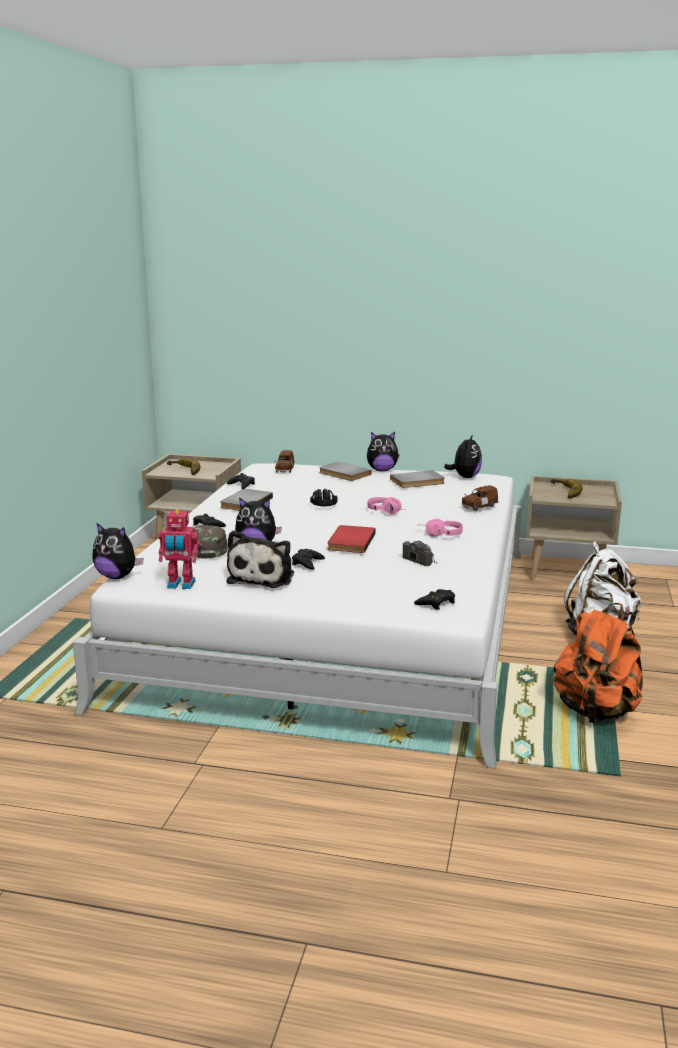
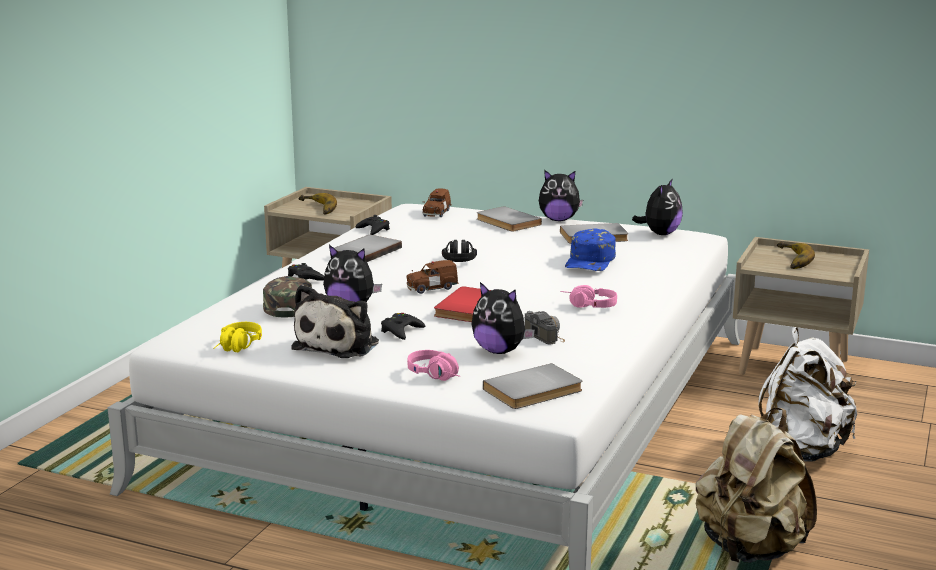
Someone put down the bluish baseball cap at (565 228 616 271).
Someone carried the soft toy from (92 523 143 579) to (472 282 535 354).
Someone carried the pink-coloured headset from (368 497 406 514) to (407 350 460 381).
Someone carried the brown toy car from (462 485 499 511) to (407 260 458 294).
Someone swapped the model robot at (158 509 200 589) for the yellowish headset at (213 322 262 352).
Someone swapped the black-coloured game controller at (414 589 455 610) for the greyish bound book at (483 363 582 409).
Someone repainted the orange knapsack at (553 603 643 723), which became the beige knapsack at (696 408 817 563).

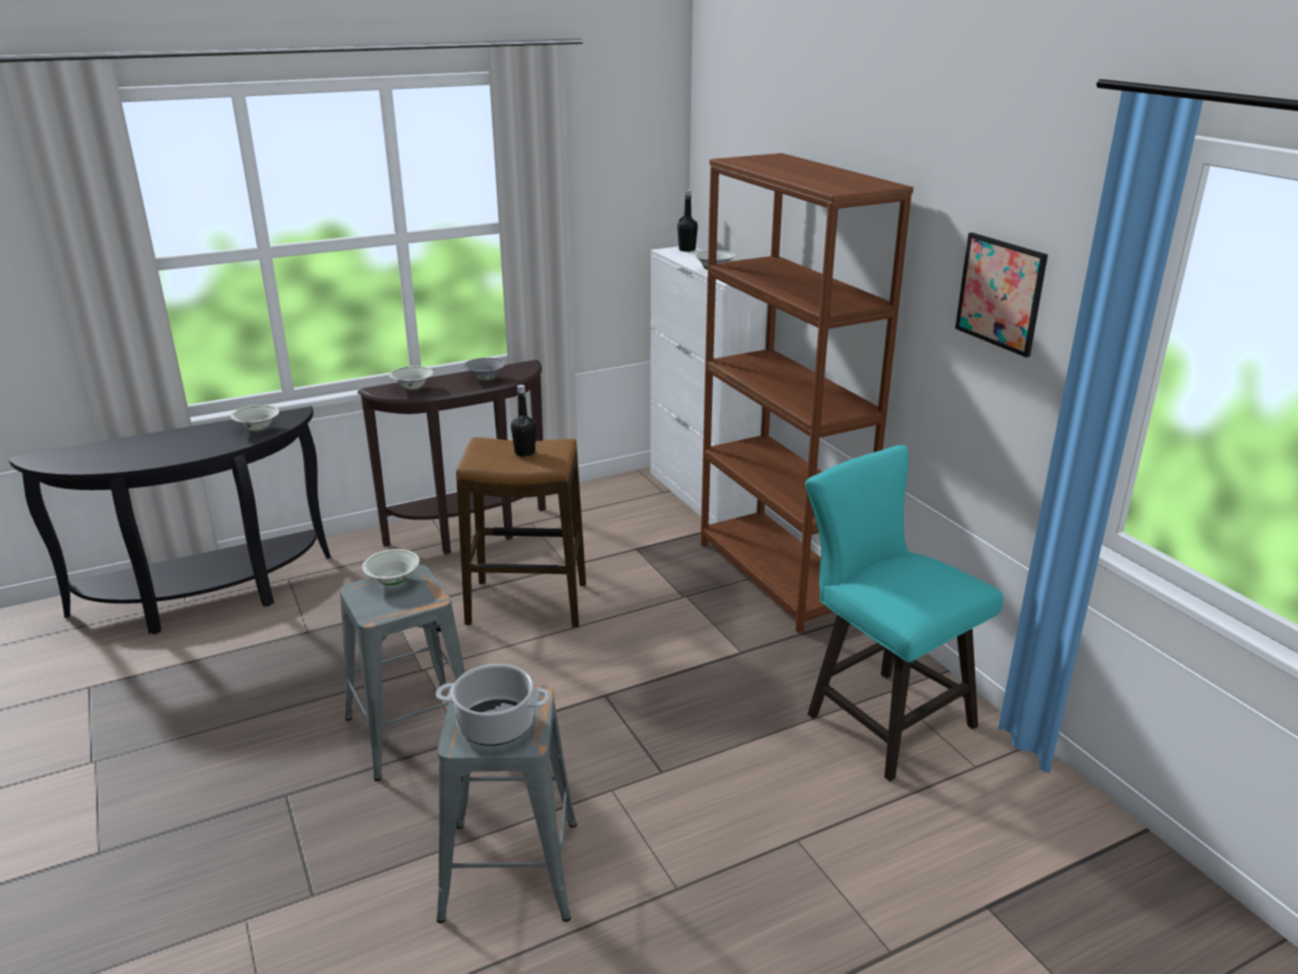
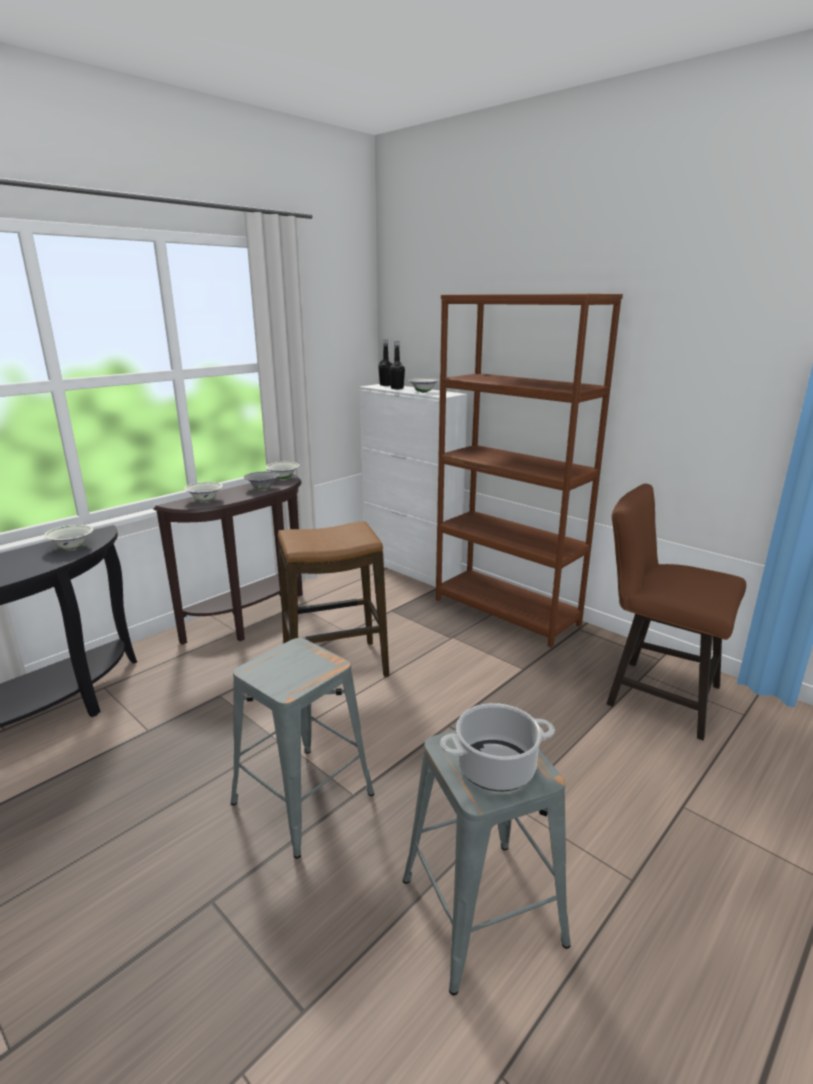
Someone took away the wall art at (955 233 1048 357).
Someone carried the white serving bowl from (362 549 419 586) to (266 462 300 479).
Someone carried the black-coloured drink bottle from (511 385 536 457) to (389 341 405 389).
Someone repainted the blue-green chair at (805 445 1004 781), which became the brown chair at (607 484 746 740).

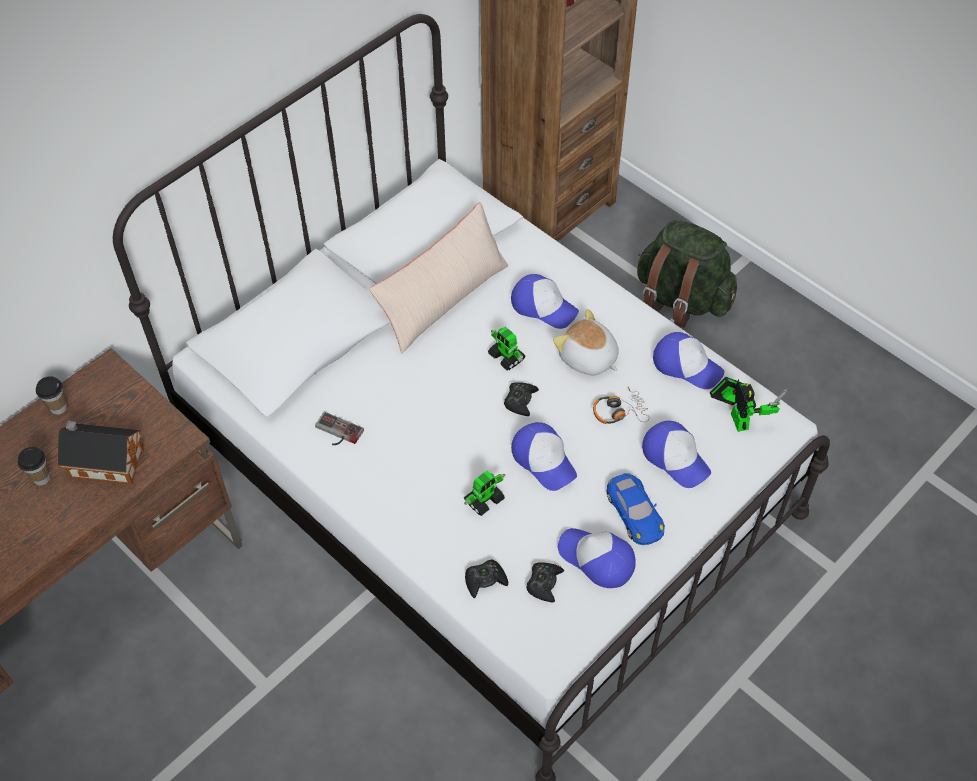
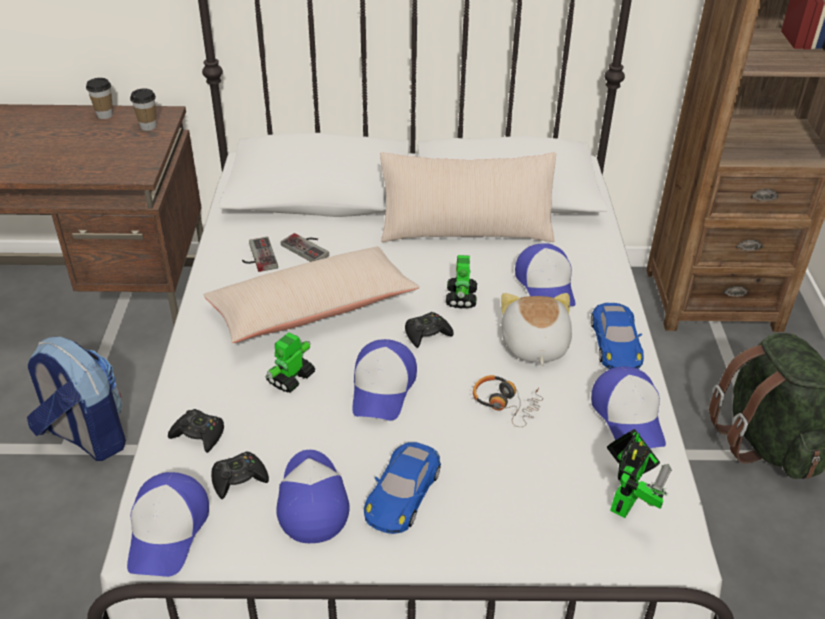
Someone took away the miniature house at (57 421 144 485).
Someone put down the knapsack at (27 337 126 461).
Someone put down the beige pillow at (204 247 420 343).
Someone put down the game controller at (281 233 329 262).
Someone put down the bluish toy car at (591 303 644 369).
Someone carried the drinking cup from (17 447 50 486) to (130 89 156 131).
Someone carried the baseball cap from (642 421 711 488) to (127 472 209 577).
Someone rotated the model robot at (464 470 505 516) by 120 degrees clockwise.

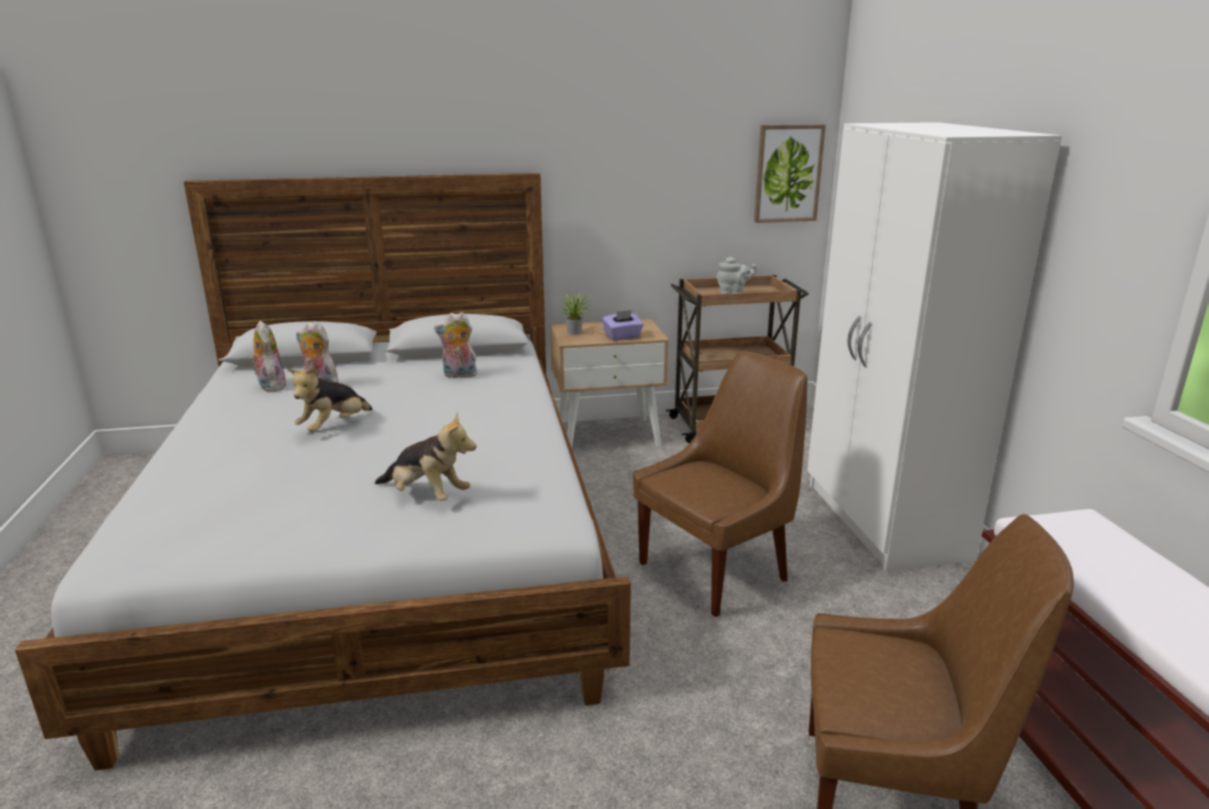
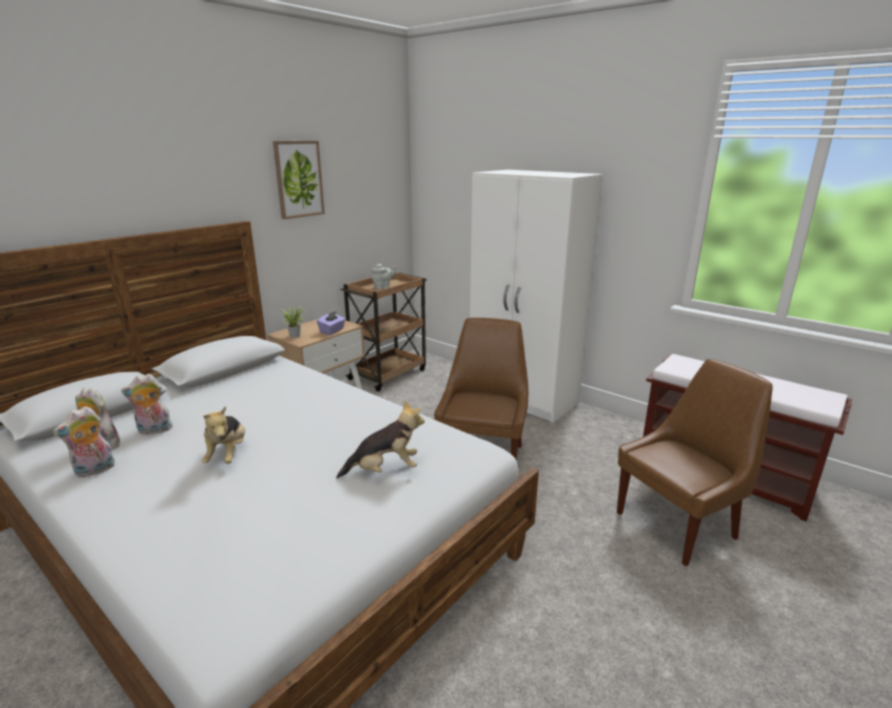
Someone carried the soft toy from (434 312 477 378) to (53 406 115 478).
Someone carried the wall art from (754 124 826 223) to (273 141 325 219).

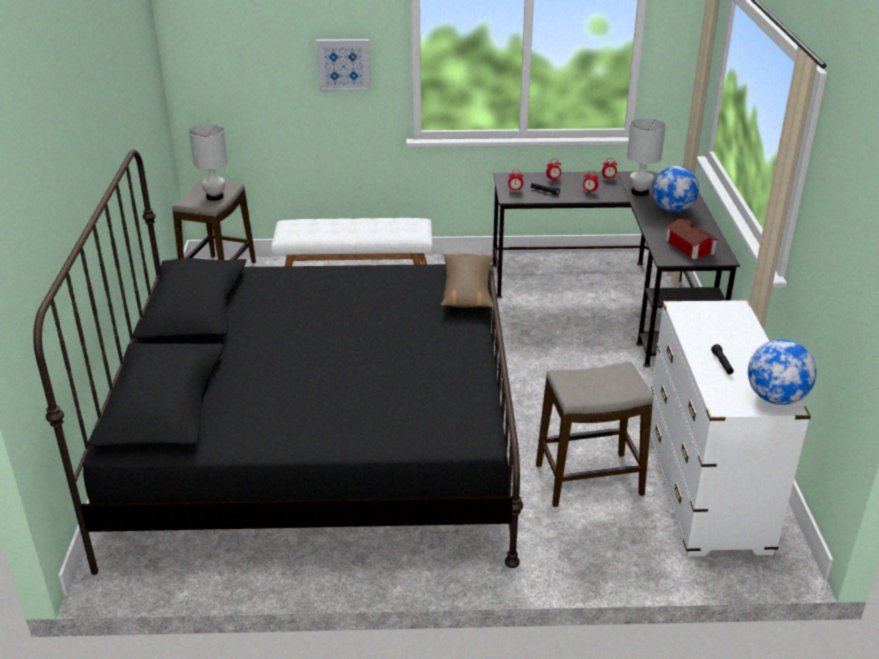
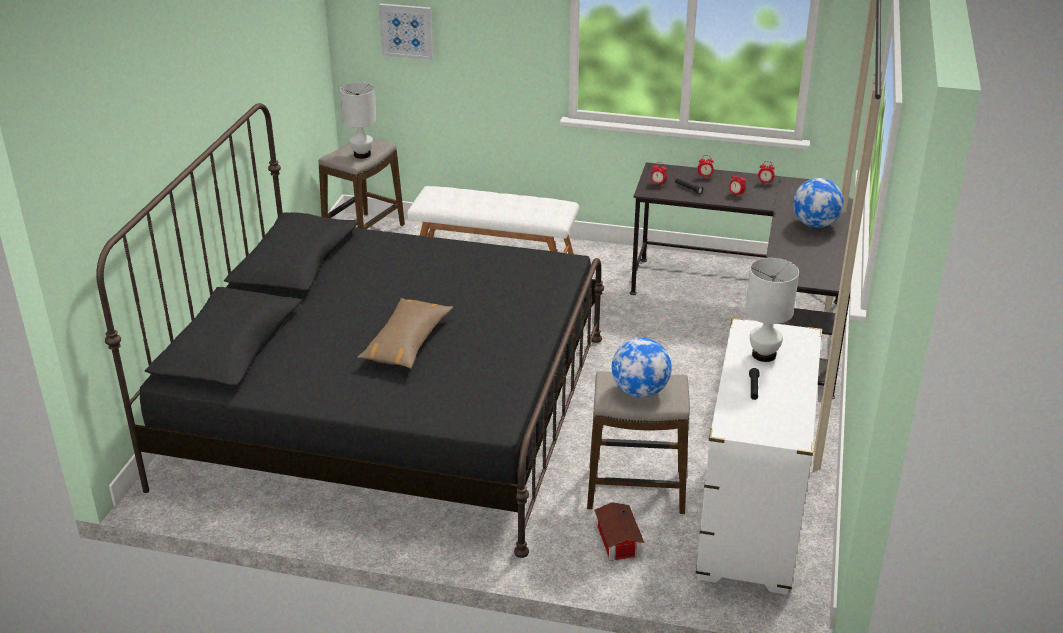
Someone carried the wall art from (316 39 371 92) to (379 3 433 60).
Someone carried the brown pillow from (440 253 494 308) to (358 298 453 369).
Someone carried the white tabletop lamp from (627 118 666 196) to (746 258 799 362).
Someone carried the miniature house from (666 219 719 259) to (594 502 644 561).
Someone carried the globe from (748 339 816 405) to (612 338 672 398).

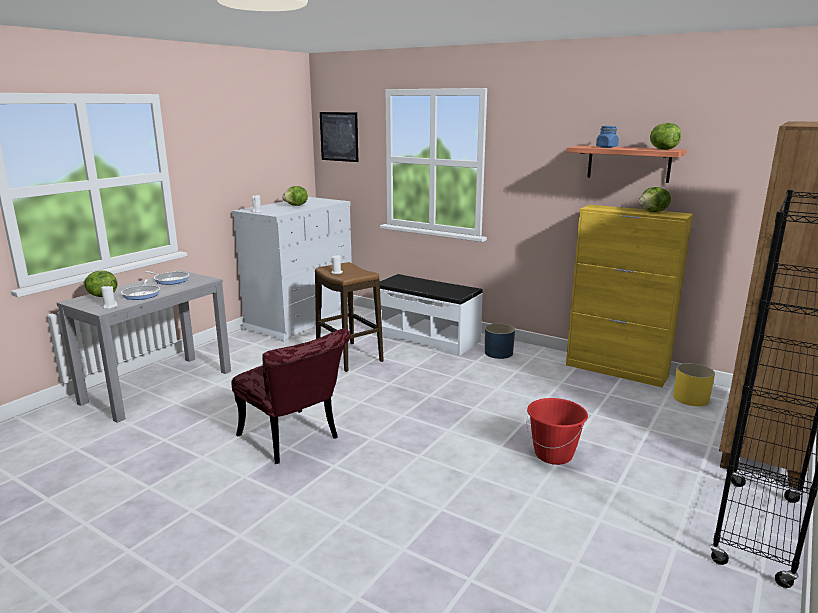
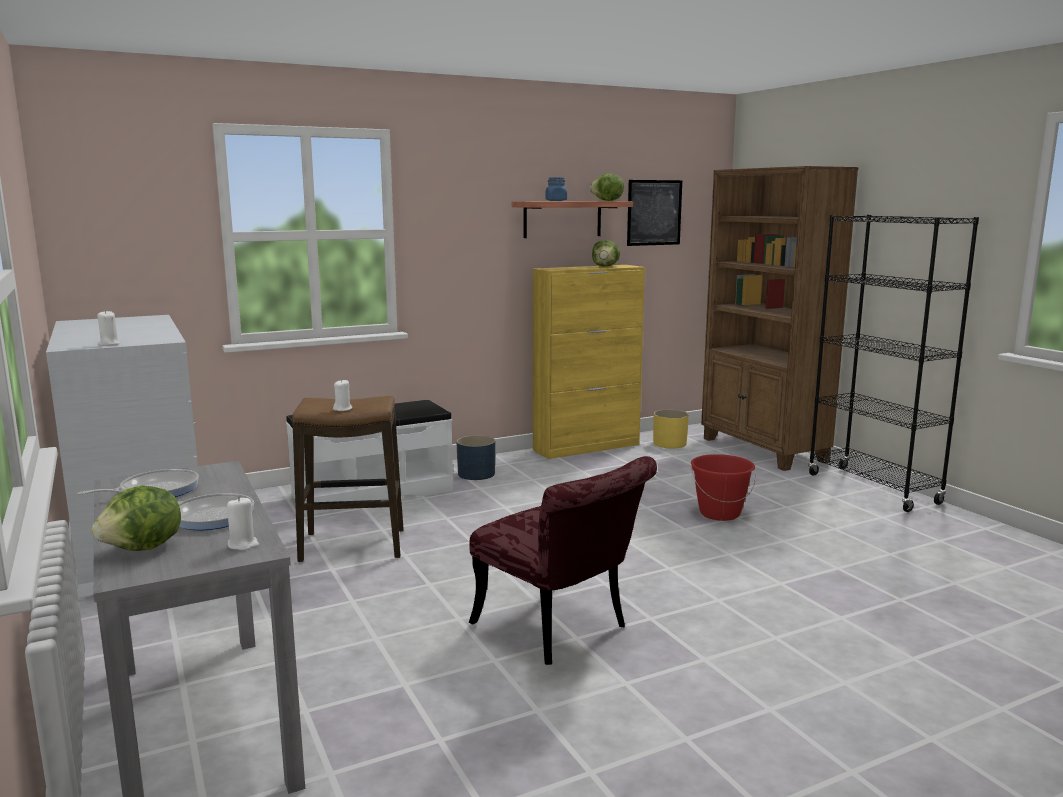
Someone took away the head of lettuce at (282 186 308 206).
Someone carried the wall art from (320 112 358 162) to (627 180 682 246).
Someone rotated the reddish chair at (231 329 350 464) by 60 degrees clockwise.

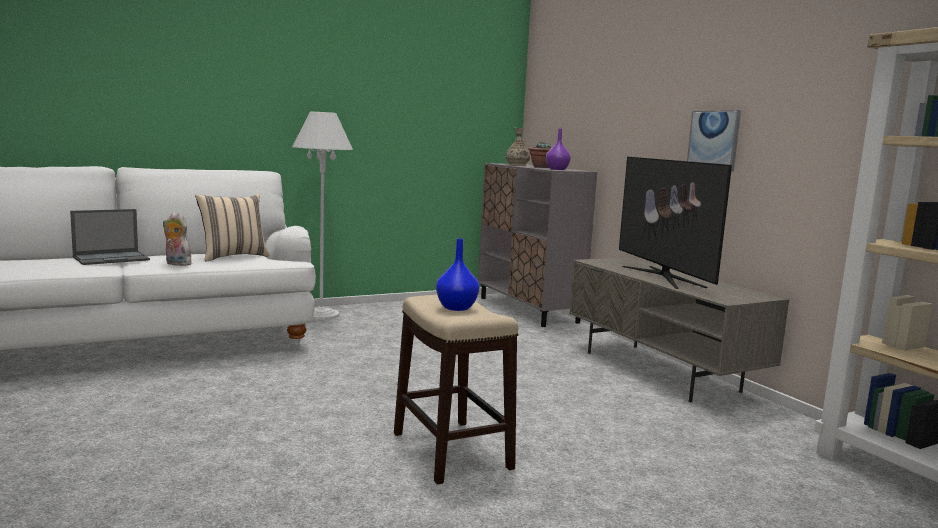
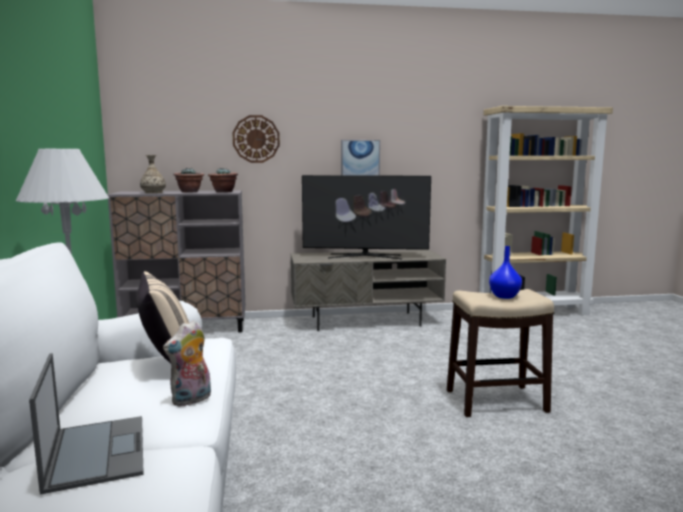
Someone put up the wall clock at (232 115 280 163).
Someone swapped the purple-coloured flower vase at (546 129 571 170) for the plant in a pot at (208 168 238 193).

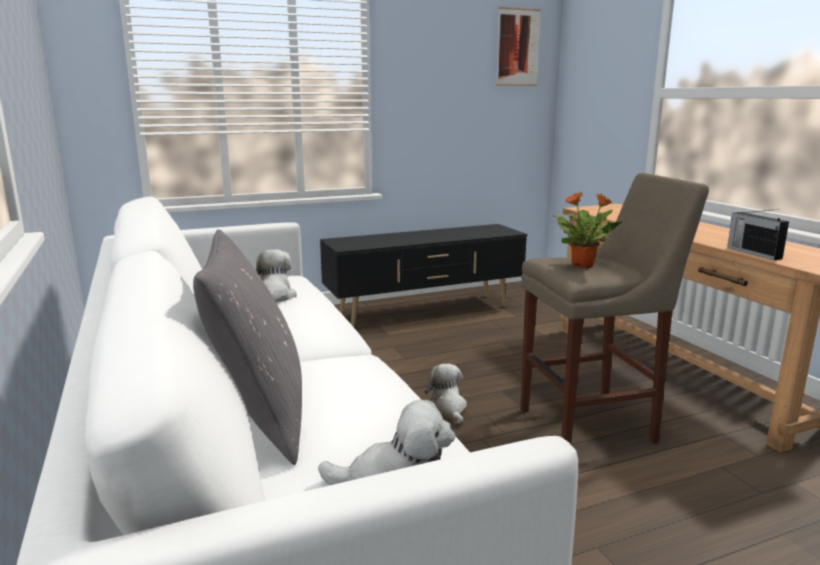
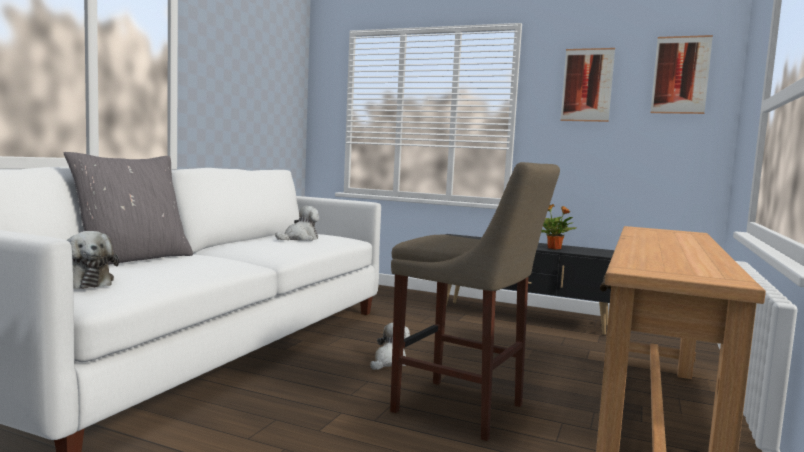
Someone took away the radio at (727 209 789 260).
Someone put up the wall art at (560 48 615 122).
Someone carried the plant in a pot from (553 192 622 268) to (541 204 576 249).

